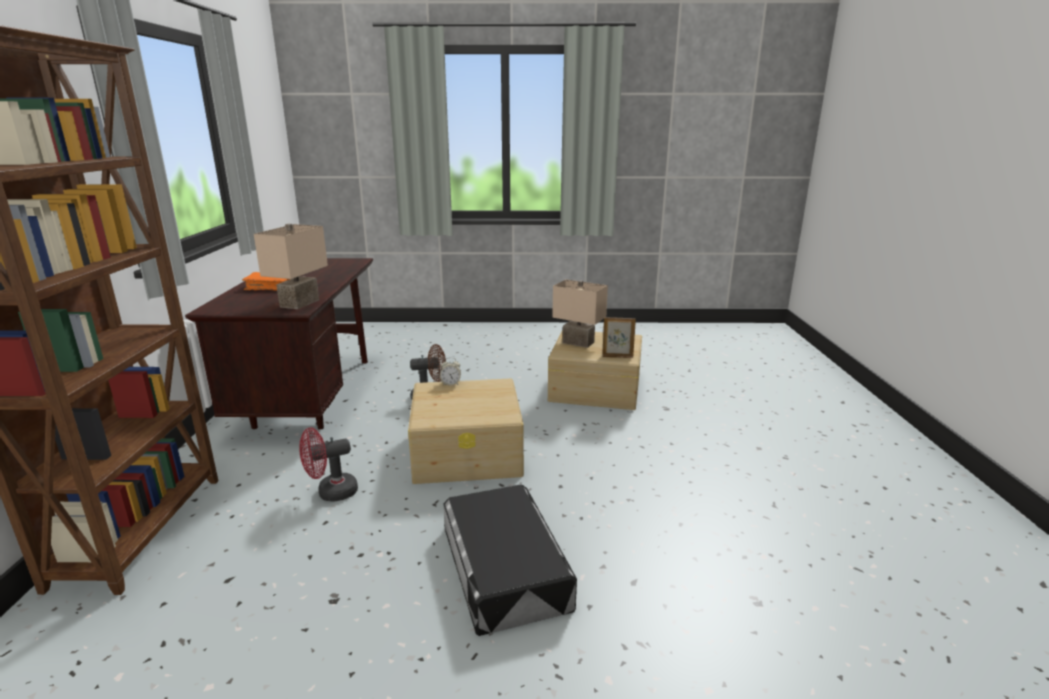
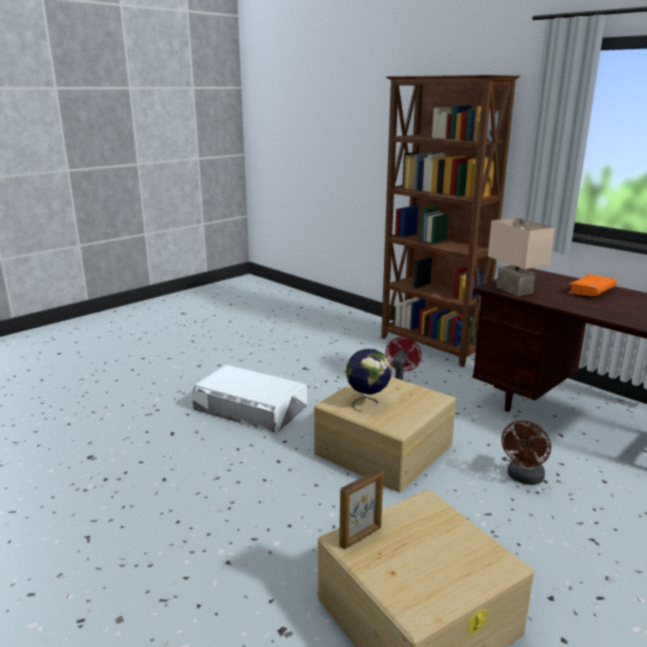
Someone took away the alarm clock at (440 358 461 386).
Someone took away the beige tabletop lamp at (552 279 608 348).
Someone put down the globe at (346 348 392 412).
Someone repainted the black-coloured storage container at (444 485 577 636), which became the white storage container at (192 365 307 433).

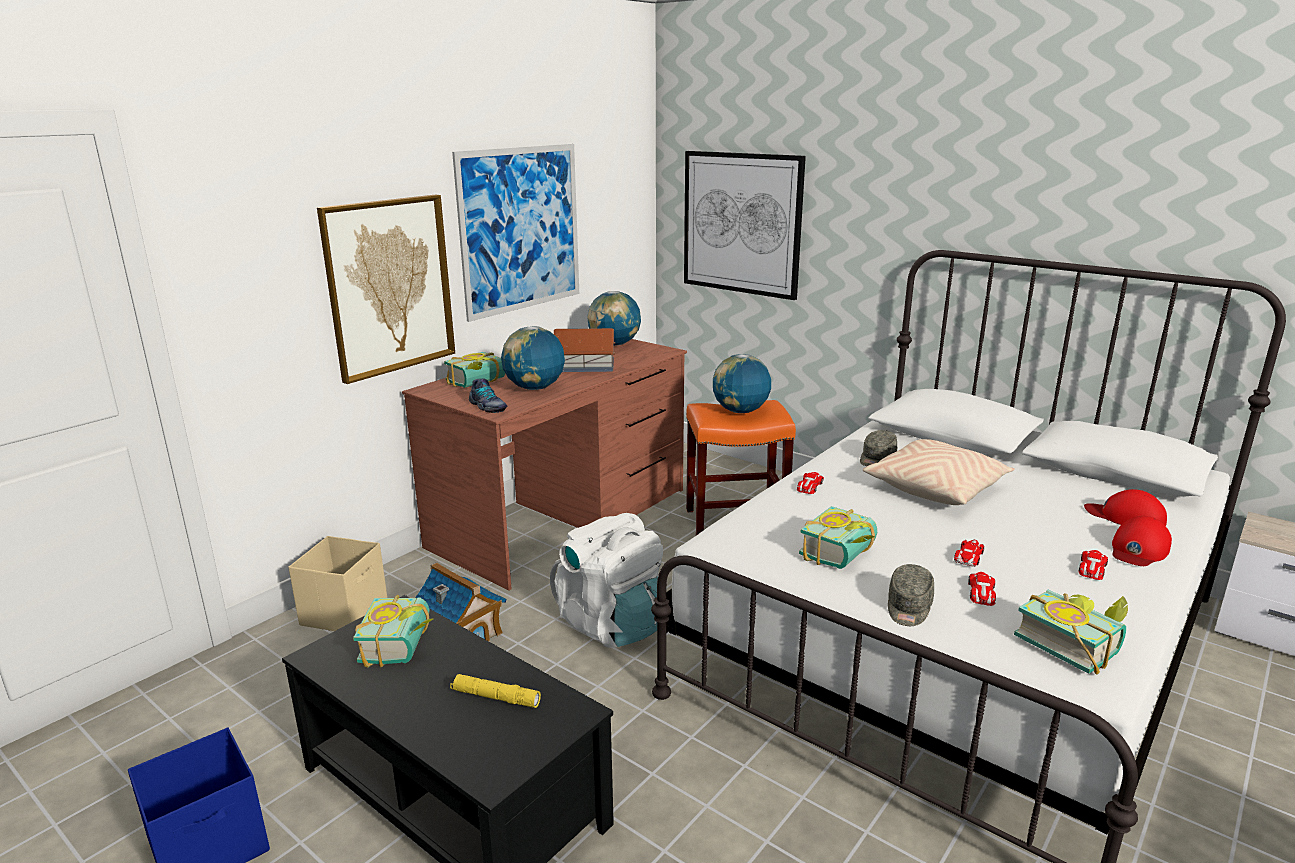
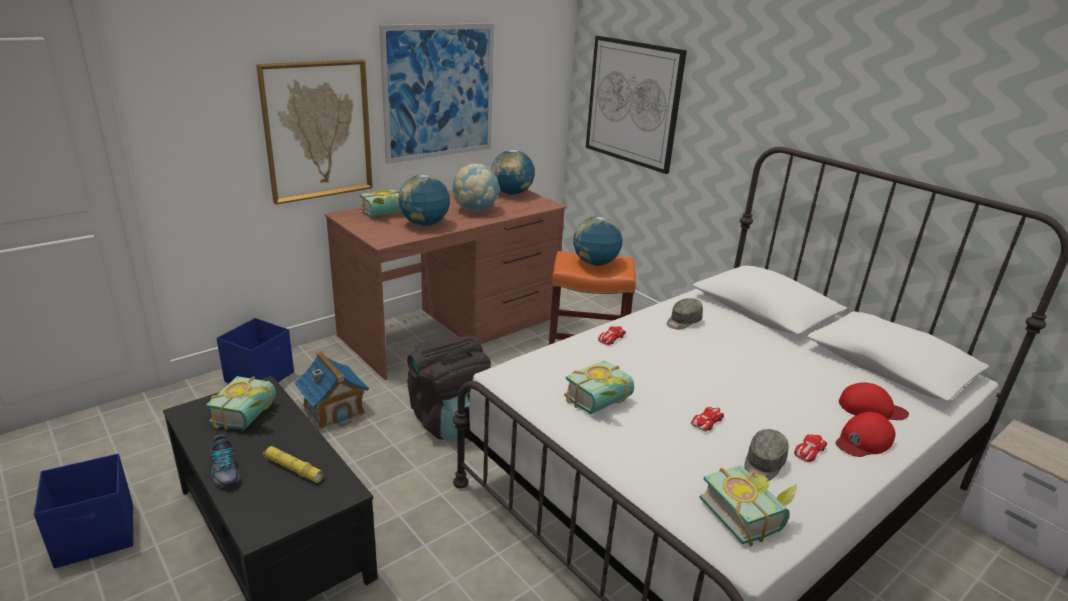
Someone took away the beige pillow at (863 439 1015 505).
Someone took away the toy car at (968 572 996 606).
Someone carried the low shoe from (469 378 507 413) to (210 434 240 487).
Someone carried the greyish baseball cap from (888 564 934 626) to (745 429 788 482).
Someone swapped the miniature house at (554 328 615 372) for the globe at (453 164 500 212).
Someone repainted the beige storage container at (288 536 387 631), which became the bluish storage container at (217 318 294 383).
Someone repainted the white knapsack at (550 513 663 648), which became the black-coloured knapsack at (407 335 491 440).
Someone rotated the reddish baseball cap at (1084 489 1167 526) by 150 degrees clockwise.

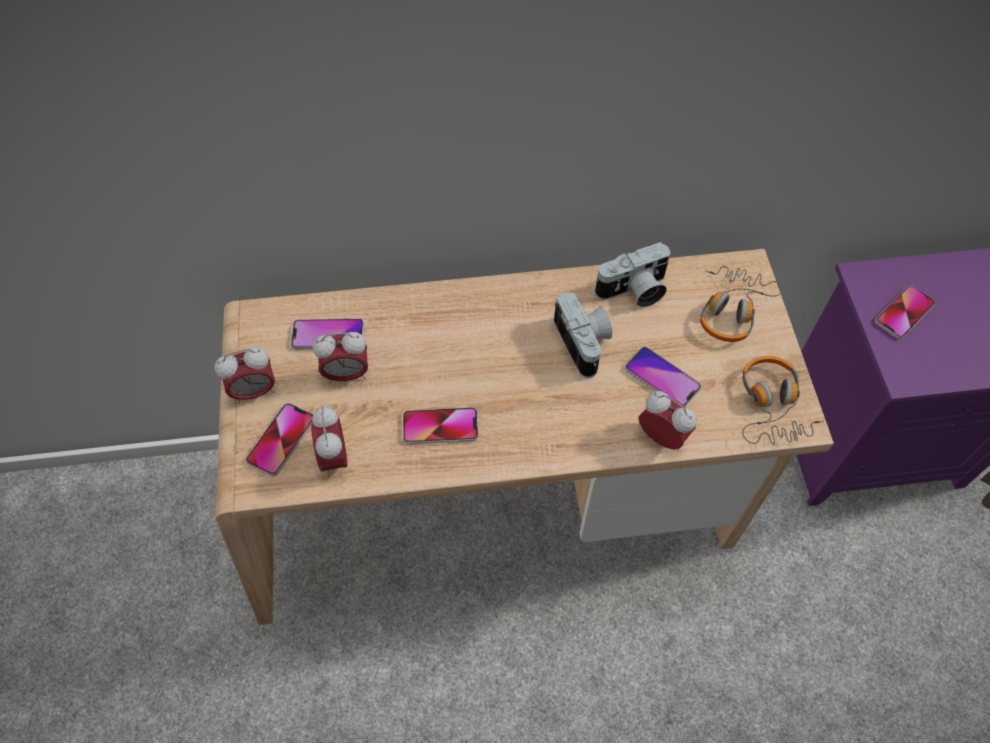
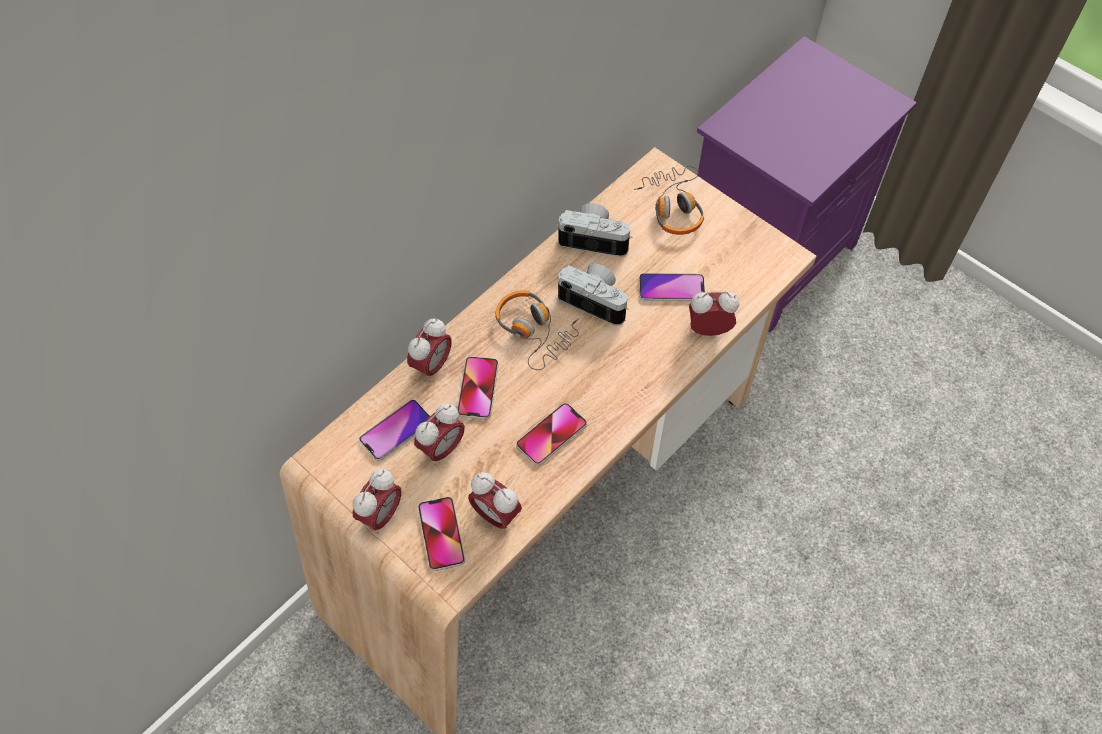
Someone put down the alarm clock at (407 318 452 382).
Someone carried the headset from (742 356 824 445) to (495 291 580 370).
Someone carried the handset from (875 285 935 339) to (457 356 499 419).
Someone rotated the still camera at (595 242 670 307) by 105 degrees counterclockwise.

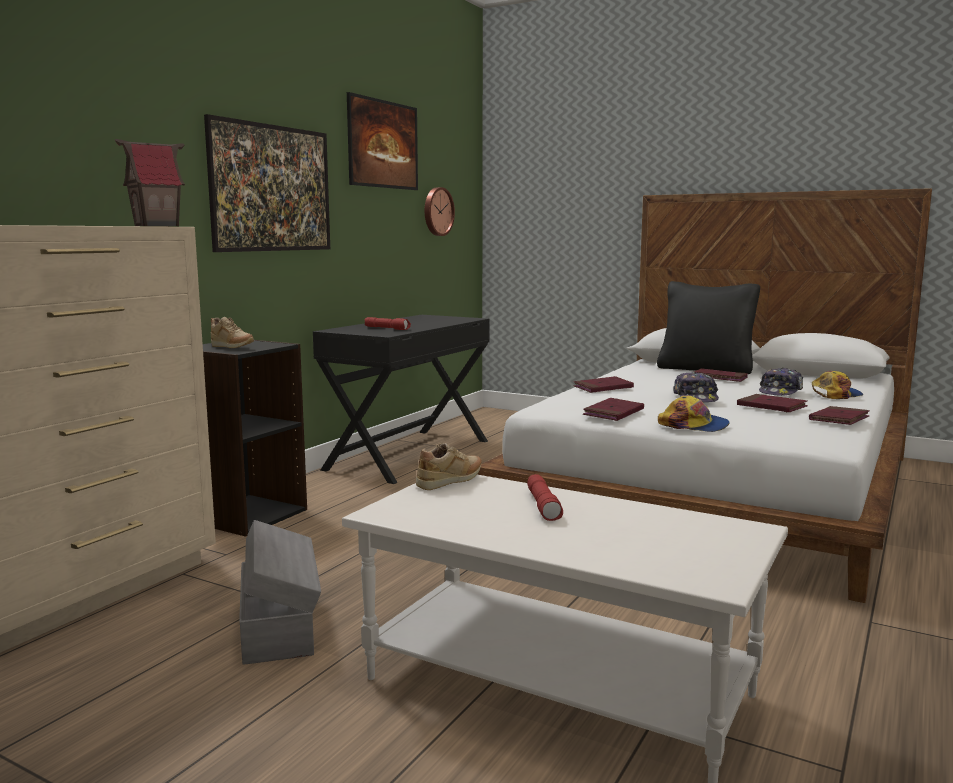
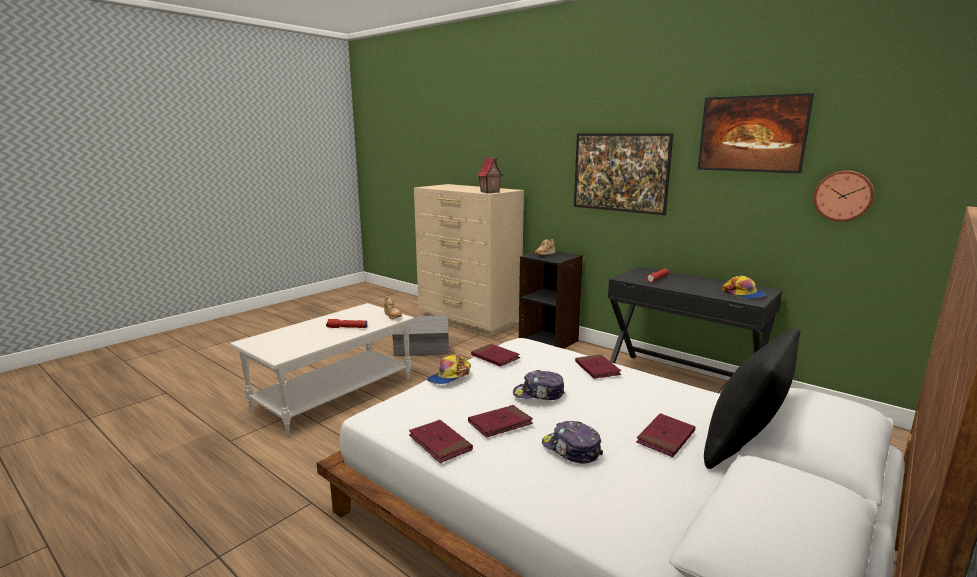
Someone carried the baseball cap from (812 371 863 399) to (722 276 766 299).

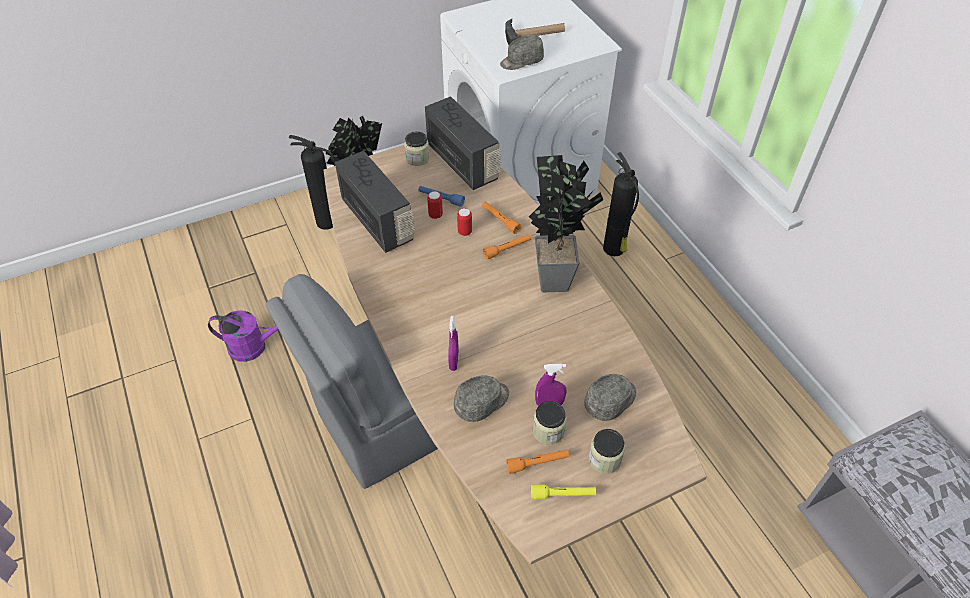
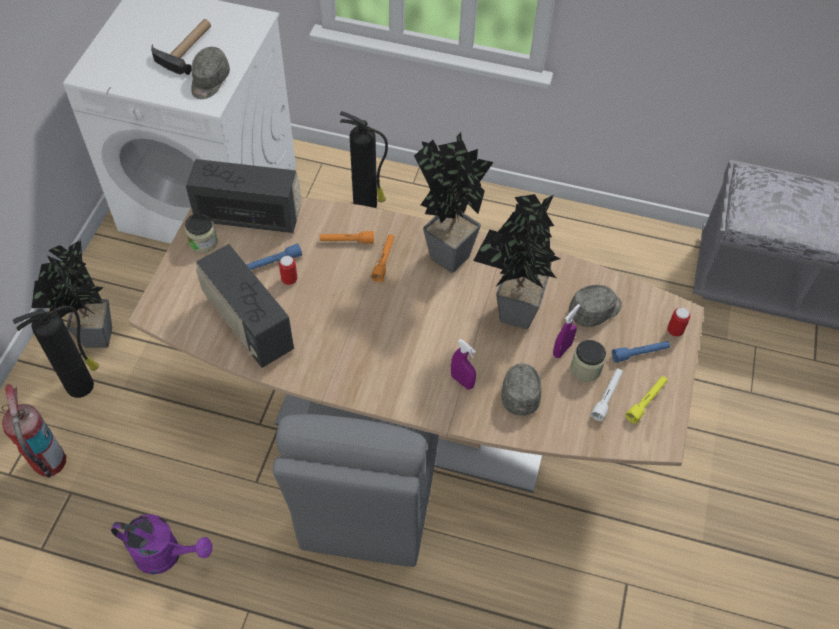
Someone put down the fire-fighting cylinder at (2 384 67 478).
Someone put down the plant in a pot at (473 194 561 329).
Someone carried the can from (457 208 472 236) to (667 307 690 337).
Someone swapped the jar at (588 429 625 474) for the bluish hand torch at (612 341 670 363).
Someone repainted the orange hand torch at (506 450 569 474), which became the white hand torch at (591 369 623 421).
Someone rotated the purple-coloured watering pot at (208 310 279 362) by 60 degrees clockwise.
Someone rotated the radio at (335 151 415 253) by 135 degrees counterclockwise.
Someone rotated the greyish baseball cap at (584 374 636 421) by 60 degrees clockwise.

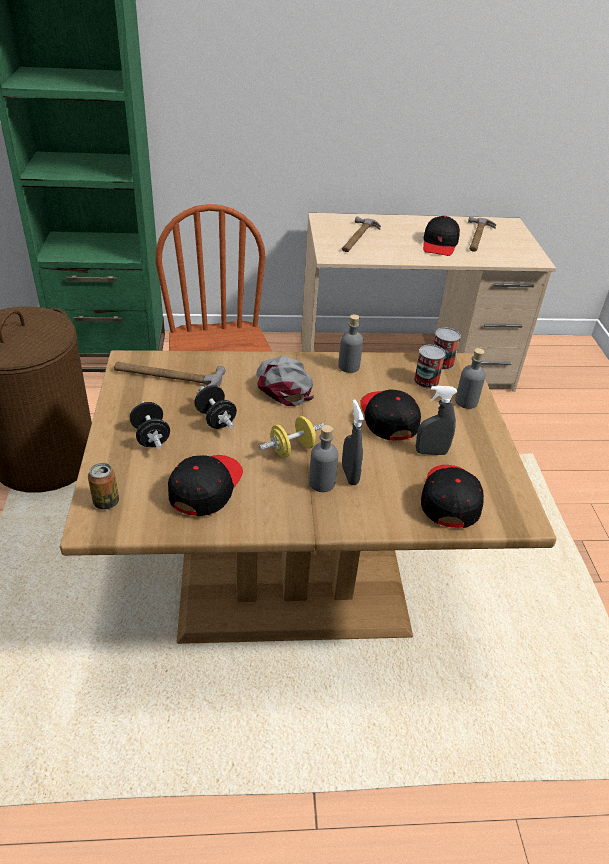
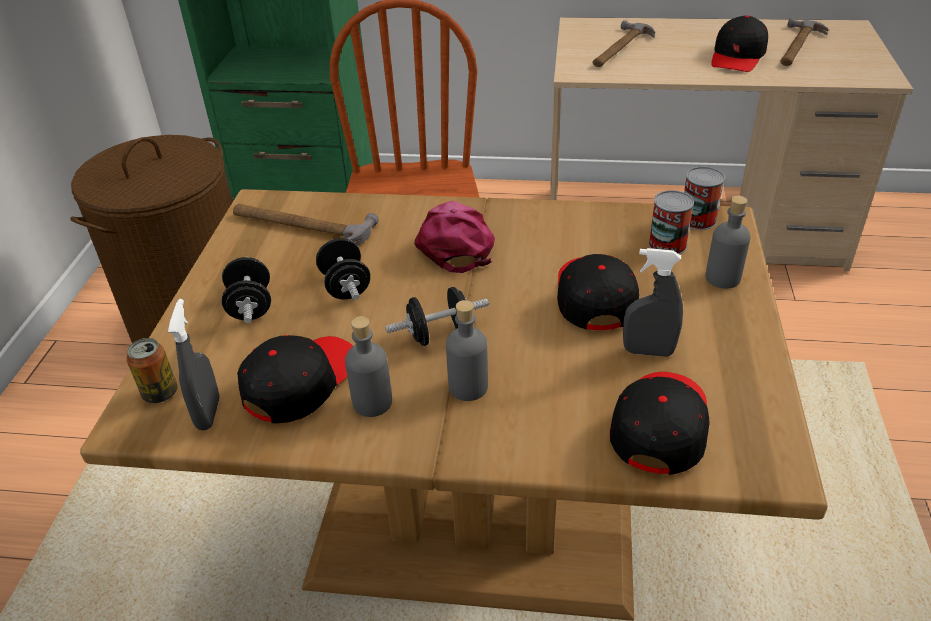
Someone carried the greyish drink bottle from (338 314 363 373) to (345 316 392 417).
Someone carried the greyish sprayer from (342 400 364 485) to (168 299 220 430).
Someone repainted the greyish baseball cap at (256 356 314 406), which became the pink-coloured baseball cap at (414 201 495 273).
Someone repainted the yellowish dumbbell at (259 416 324 458), which became the black-coloured dumbbell at (385 287 489 346).

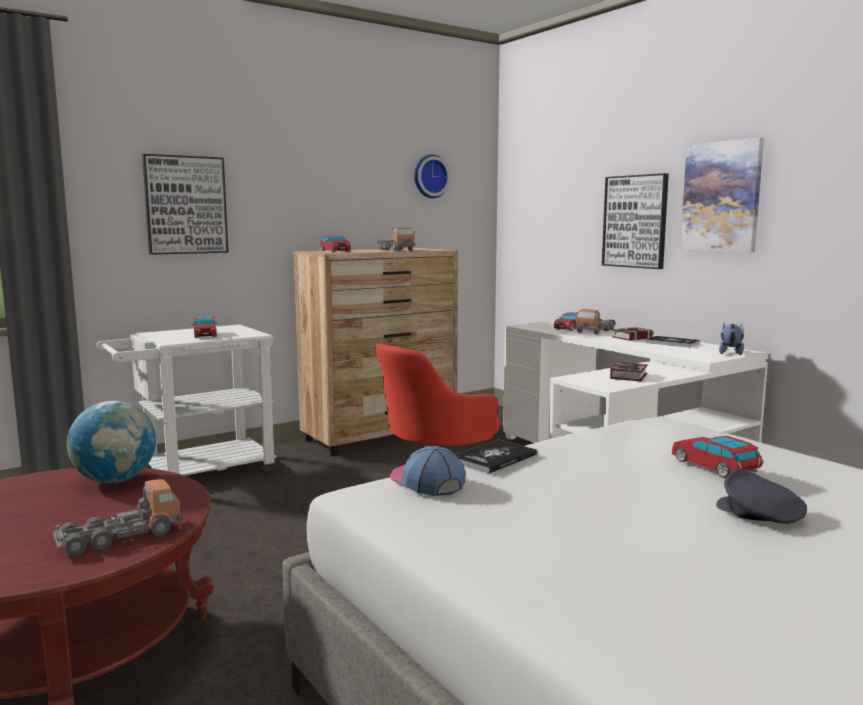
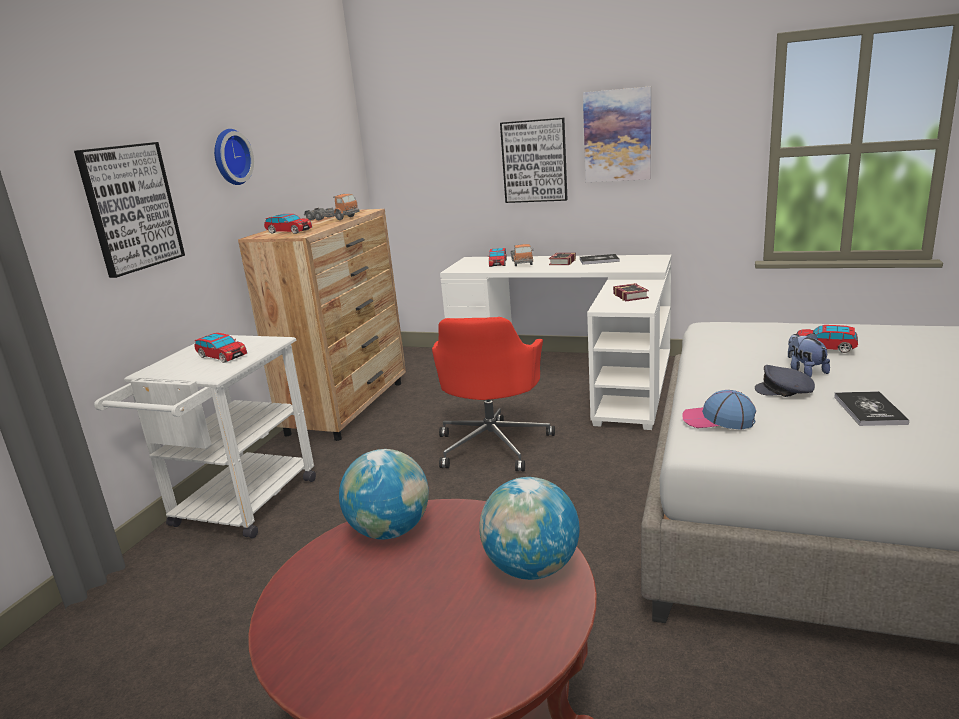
Someone carried the wall clock from (414 154 450 198) to (214 129 254 185).
Someone carried the bound book from (456 439 537 474) to (834 391 909 426).
Someone carried the greyish baseball cap from (716 469 807 524) to (755 365 815 397).
Someone carried the soft toy from (719 323 744 355) to (788 333 830 377).
Someone swapped the toy lorry at (53 479 183 556) for the globe at (479 477 580 580).

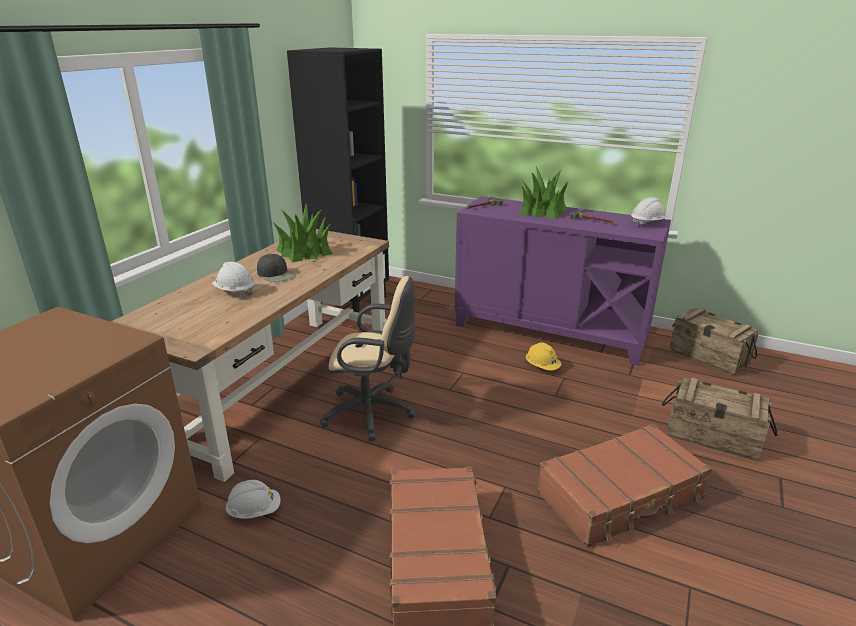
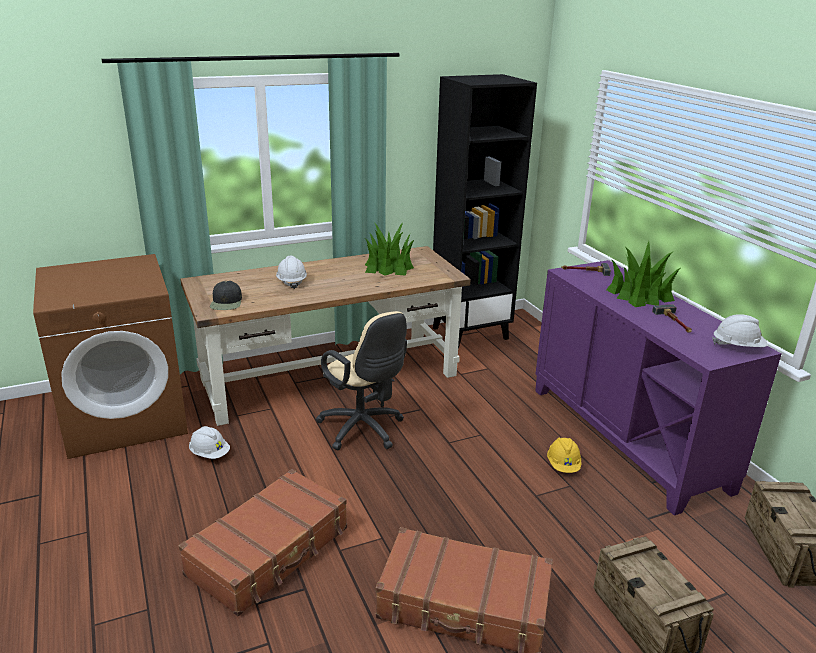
Someone carried the black-coloured baseball cap from (257 254 296 282) to (210 281 242 310).

